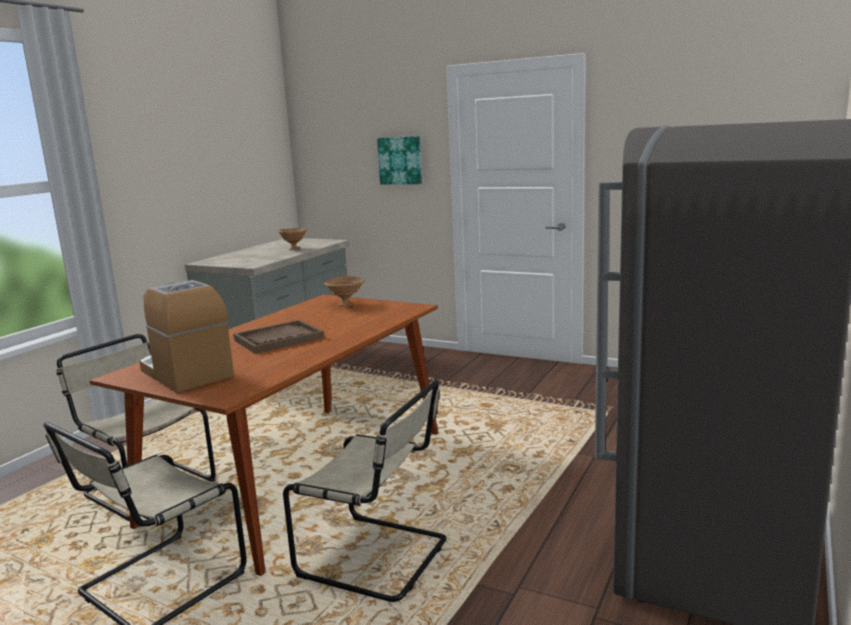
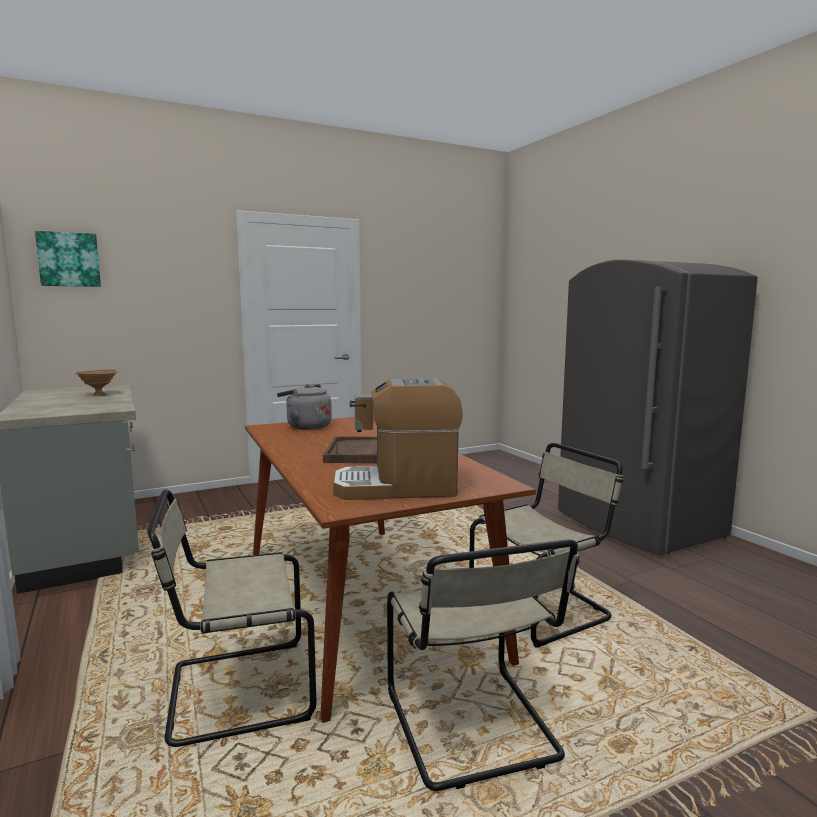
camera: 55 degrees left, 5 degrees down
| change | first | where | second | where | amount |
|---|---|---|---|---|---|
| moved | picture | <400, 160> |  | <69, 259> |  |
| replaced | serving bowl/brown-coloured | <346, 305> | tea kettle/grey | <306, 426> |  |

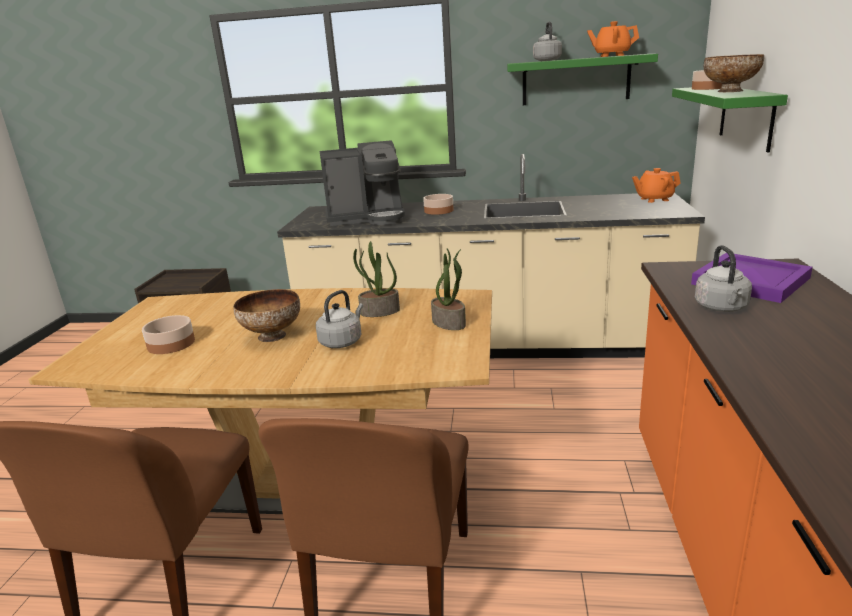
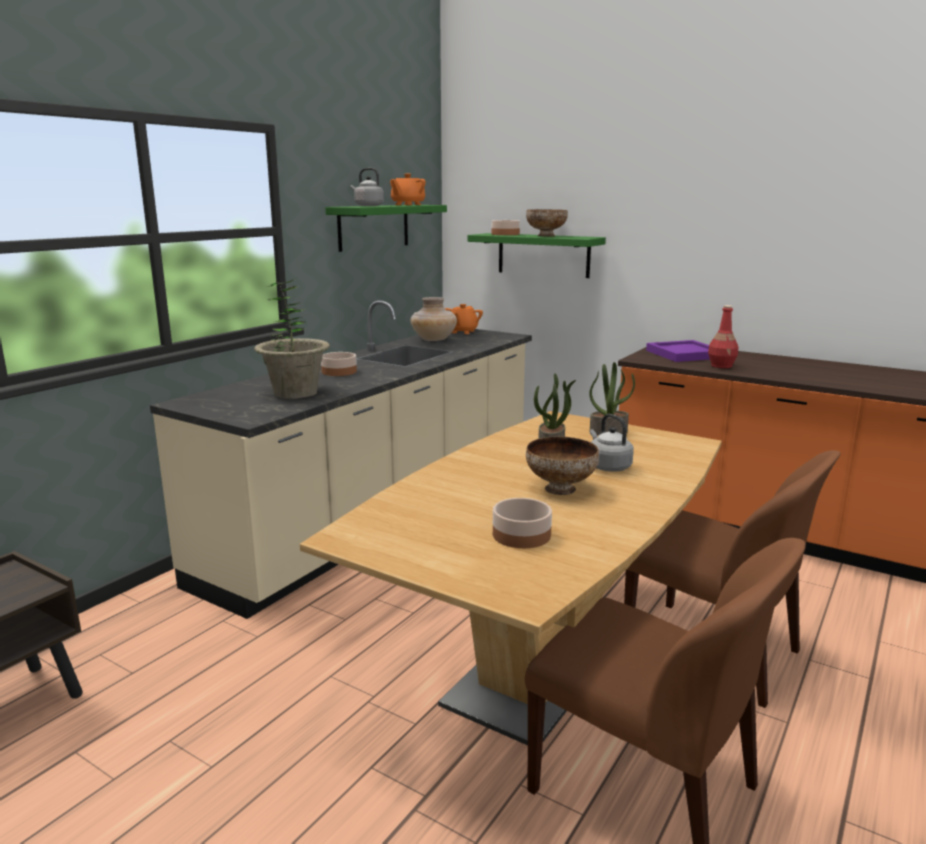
camera: 65 degrees left, 5 degrees down
| change | first | where | second | where | amount |
|---|---|---|---|---|---|
| replaced | coffee maker | <367, 218> | potted plant | <295, 393> |  |
| added |  |  | decorative vase/sand-coloured | <434, 340> |  |
| replaced | tea kettle/grey | <722, 308> | bottle/red-coloured | <721, 366> |  |

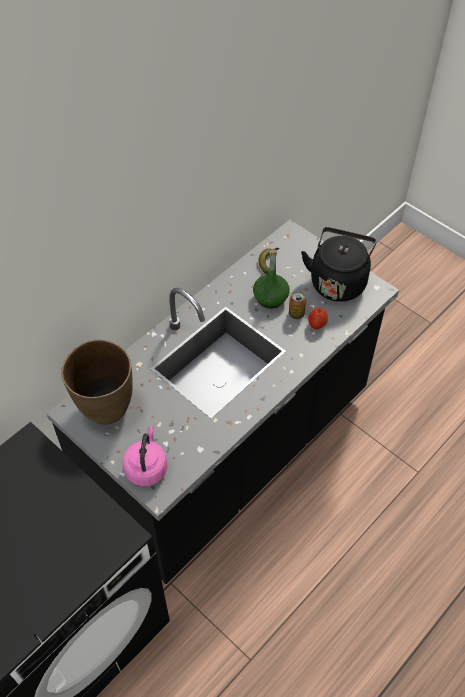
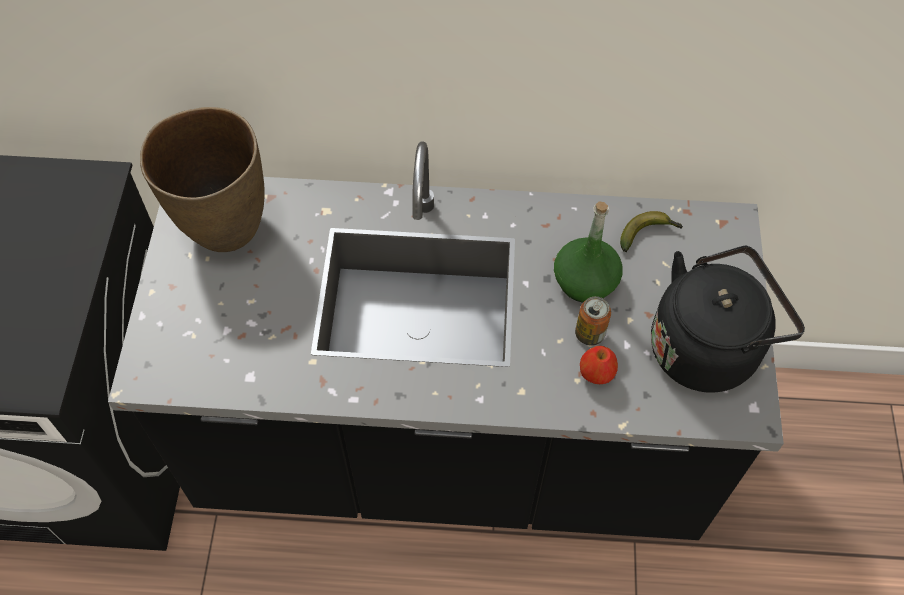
camera: 50 degrees right, 5 degrees up
| change | first | where | second | where | amount |
|---|---|---|---|---|---|
| removed | tea kettle/pink-coloured | <146, 467> |  |  |  |

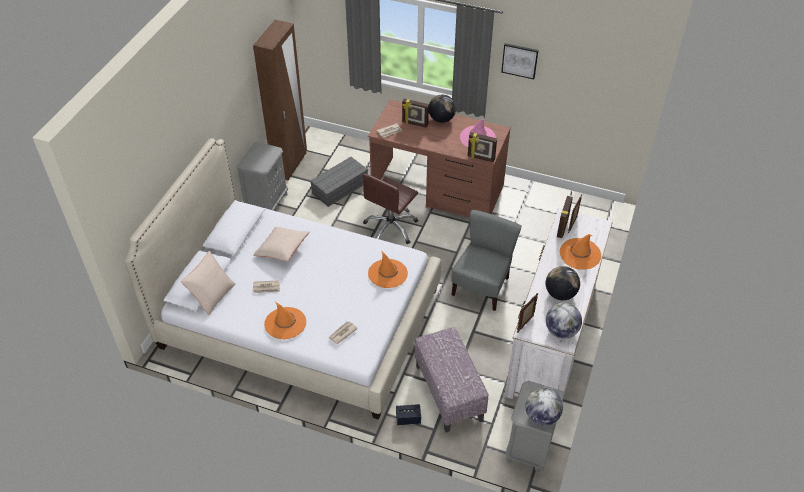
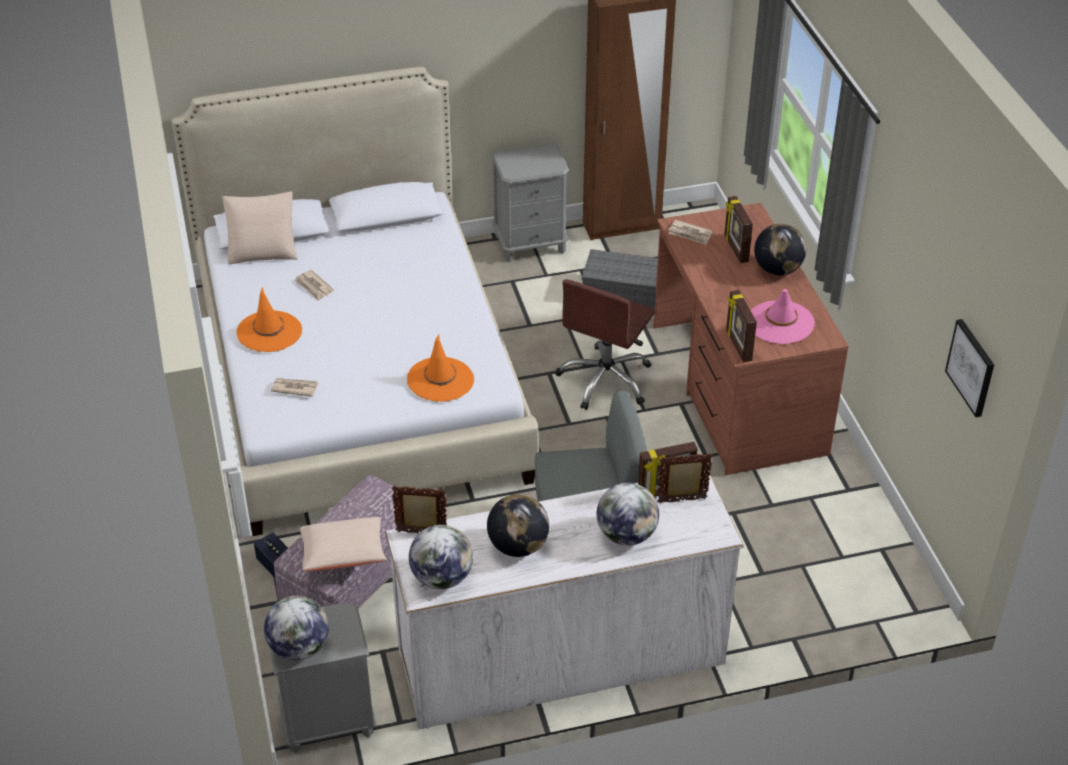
camera: 55 degrees right, 5 degrees down
| change | first | where | second | where | amount |
|---|---|---|---|---|---|
| moved | throw pillow/sand-coloured | <282, 249> |  | <343, 554> |  |
| turned | desk chair/brown-coloured | <391, 228> |  | <606, 380> | 60 degrees counterclockwise |
| replaced | clothing hat/orangey | <580, 254> | globe | <626, 535> |  |
| moved | picture | <520, 60> |  | <971, 367> |  |

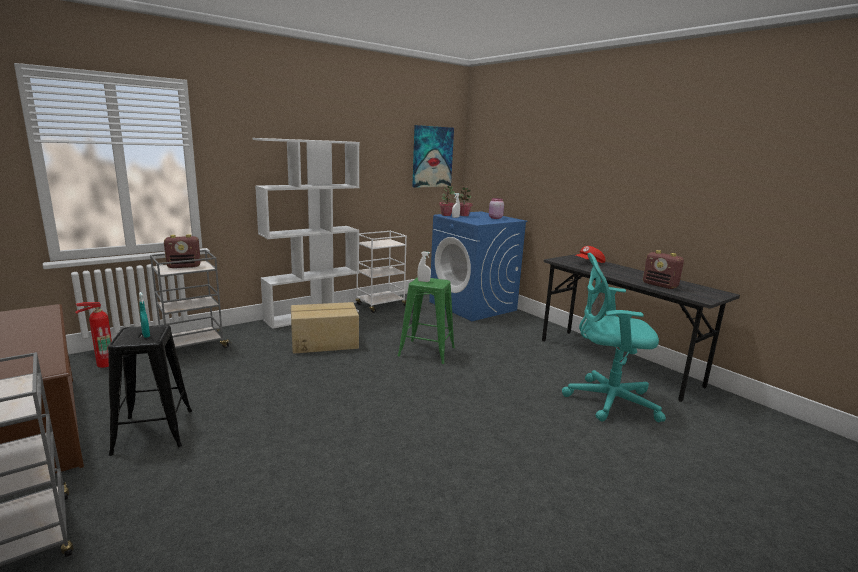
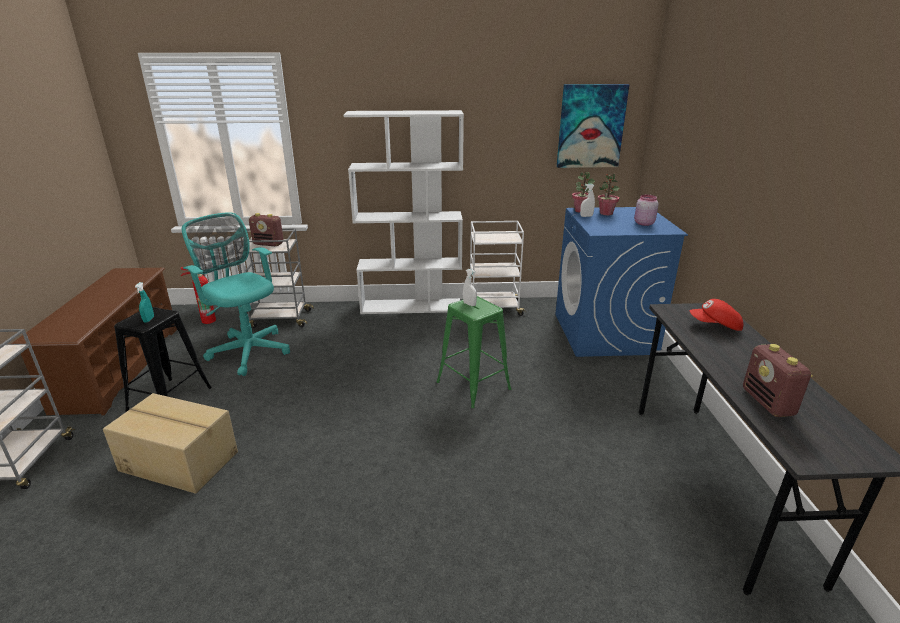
camera: 35 degrees right, 10 degrees up
| change | first | where | second | where | amount |
|---|---|---|---|---|---|
| moved | carton | <324, 342> |  | <180, 460> |  |
| moved | desk chair/turquoise-coloured | <606, 400> |  | <248, 350> |  |

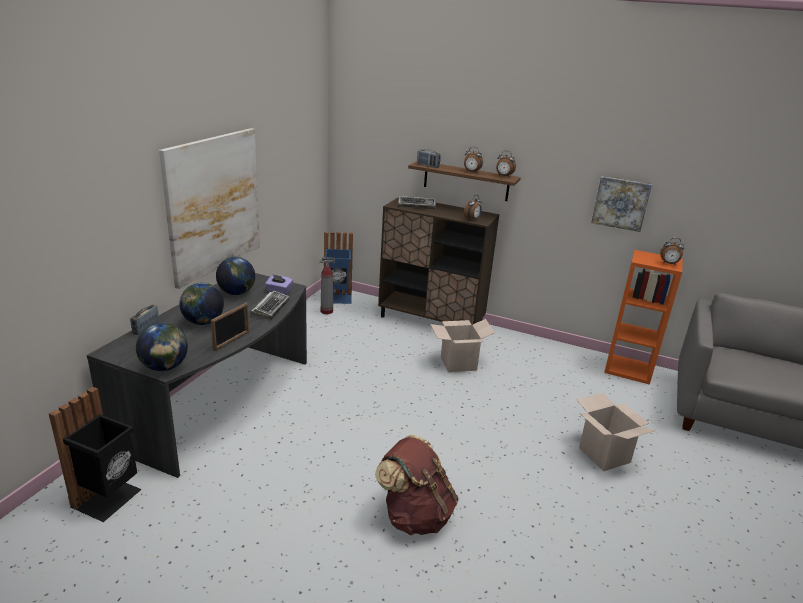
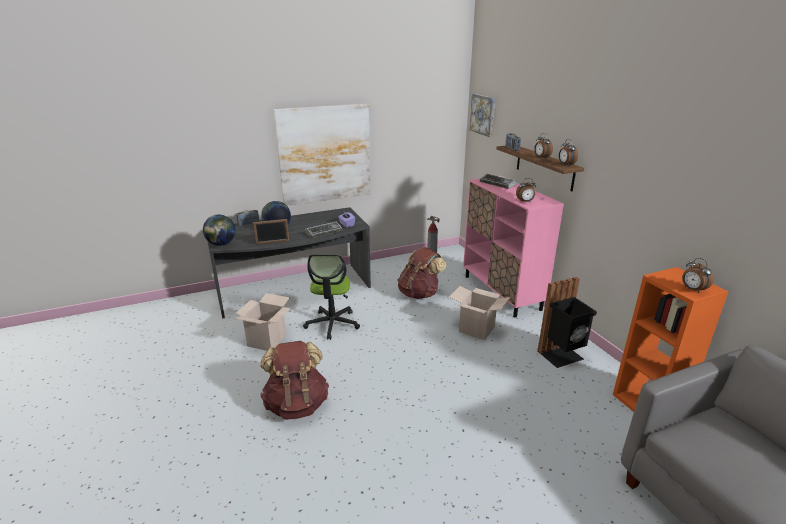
camera: 45 degrees right, 0 degrees up
| change | first | where | second | where | amount |
|---|---|---|---|---|---|
| moved | carton | <604, 455> |  | <267, 341> |  |
| added |  |  | desk chair | <332, 324> |  |
| added |  |  | rucksack/brown-coloured | <419, 293> |  |
| recoloured | cupboard/brown-coloured | <431, 321> | cupboard/pink-coloured | <501, 292> |  |
| moved | picture | <621, 203> |  | <483, 115> |  |
| moved | trash can/black-coloured | <109, 499> |  | <562, 356> |  |
| removed | globe | <237, 293> |  |  |  |
| removed | trash can/blue | <337, 298> |  |  |  |

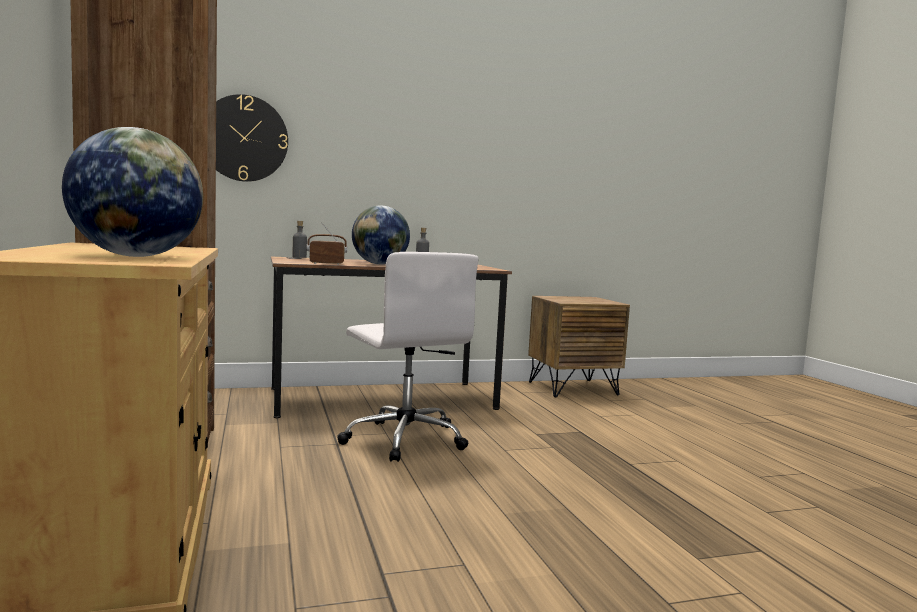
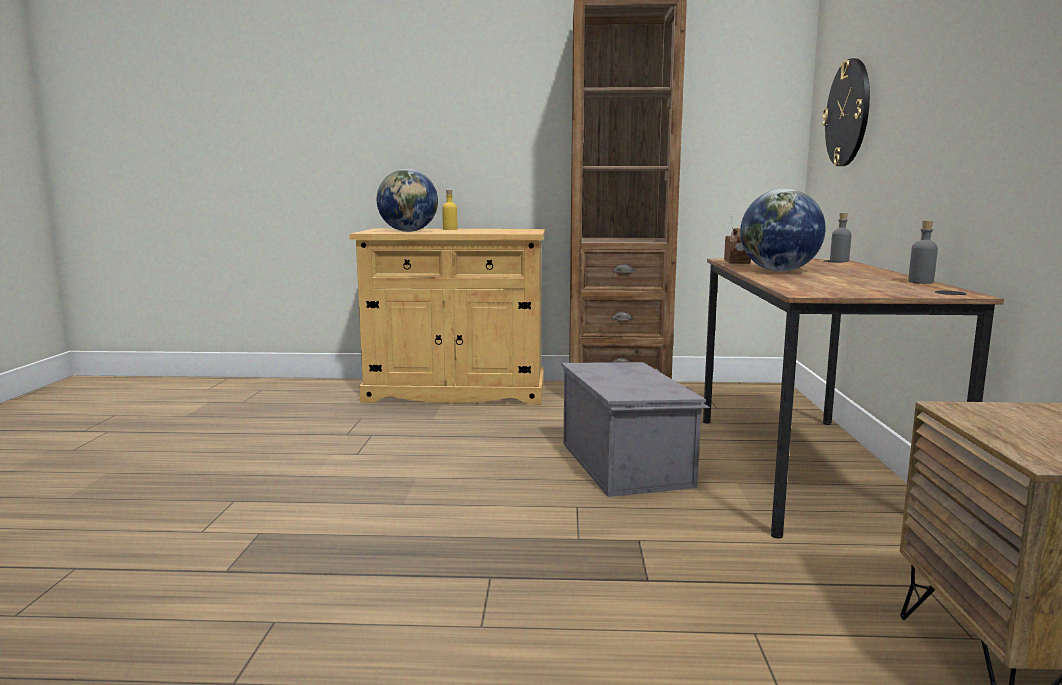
camera: 110 degrees right, 5 degrees up
| change | first | where | second | where | amount |
|---|---|---|---|---|---|
| added |  |  | bottle/yellow | <450, 229> |  |
| replaced | desk chair/whitish | <404, 439> | storage container/grey | <627, 463> |  |

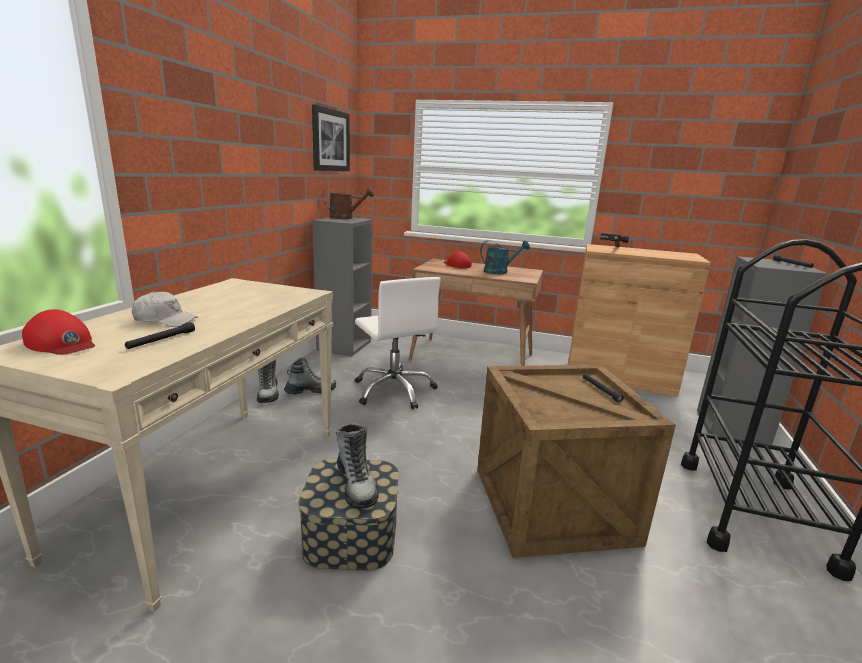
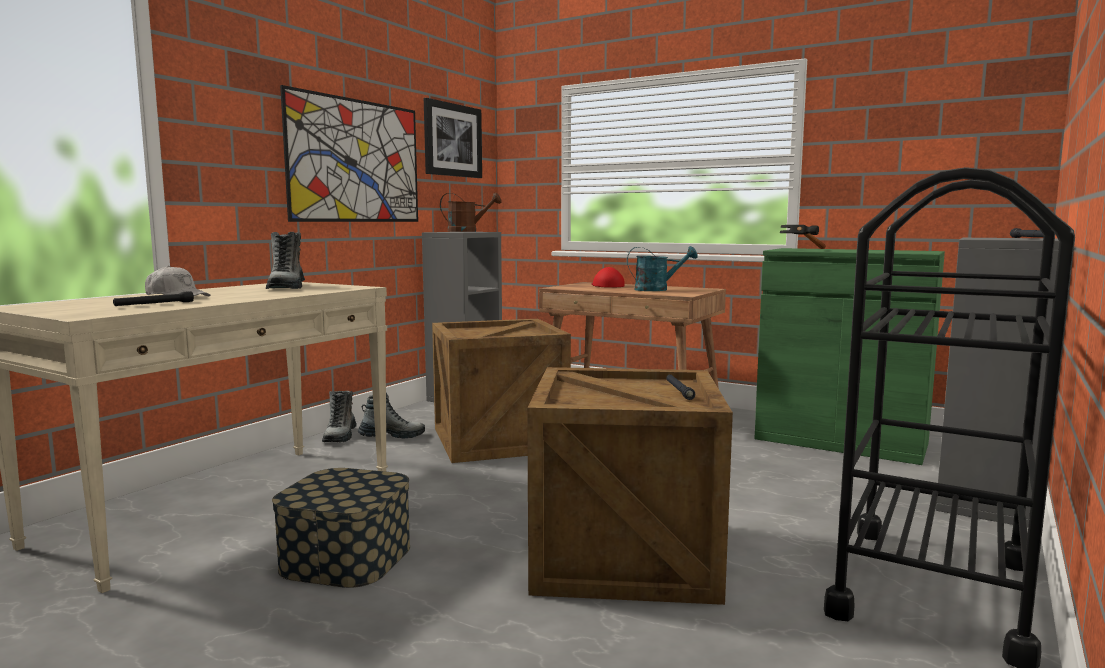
camera: 15 degrees right, 10 degrees down
| change | first | where | second | where | amount |
|---|---|---|---|---|---|
| moved | high-top boot | <356, 485> |  | <287, 287> |  |
| added |  |  | picture | <356, 161> |  |
| replaced | desk chair/whitish | <394, 390> | shipping crate | <497, 440> |  |
| recoloured | cupboard/brown-coloured | <619, 377> | cupboard/green | <840, 441> |  |
| removed | baseball cap/red-coloured | <61, 343> |  |  |  |

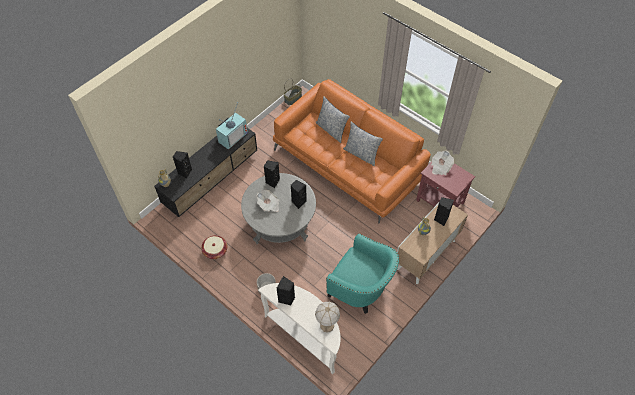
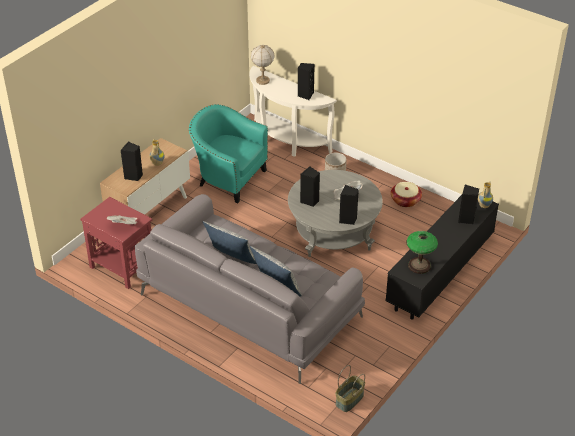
camera: 175 degrees right, 15 degrees down
| change | first | where | second | where | amount |
|---|---|---|---|---|---|
| recoloured | sofa/orangey | <348, 164> | sofa/grey | <248, 305> |  |
| replaced | TV set | <232, 136> | table lamp | <419, 266> |  |

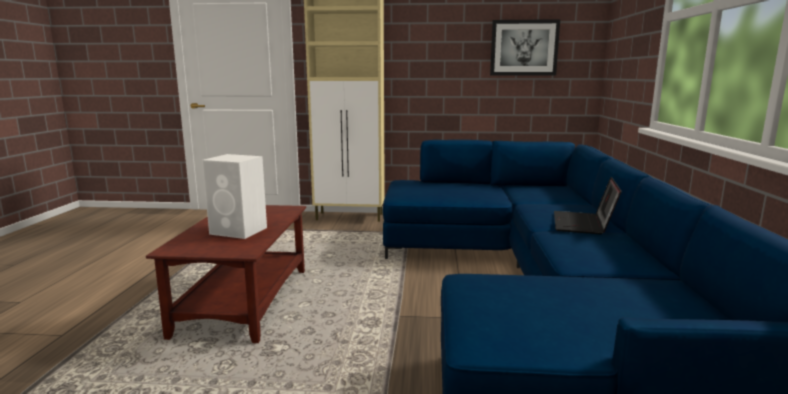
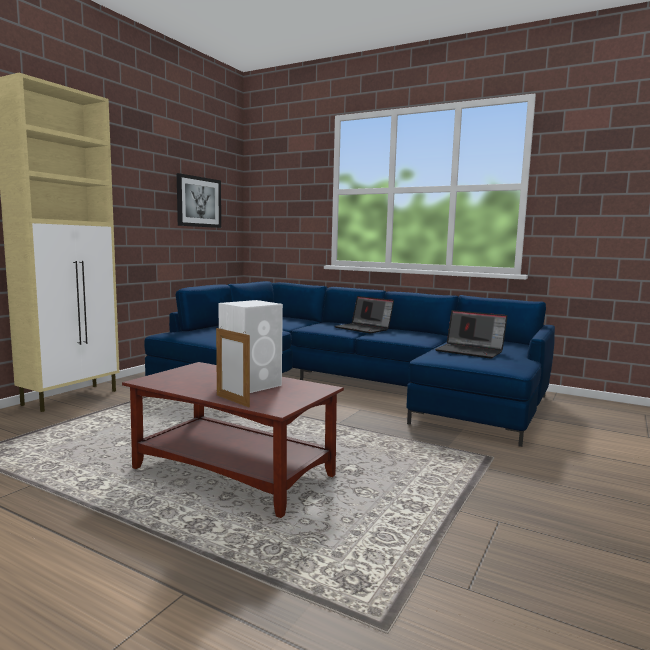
camera: 65 degrees left, 5 degrees down
| change | first | where | second | where | amount |
|---|---|---|---|---|---|
| added |  |  | picture frame | <232, 401> |  |
| added |  |  | laptop | <471, 351> |  |

